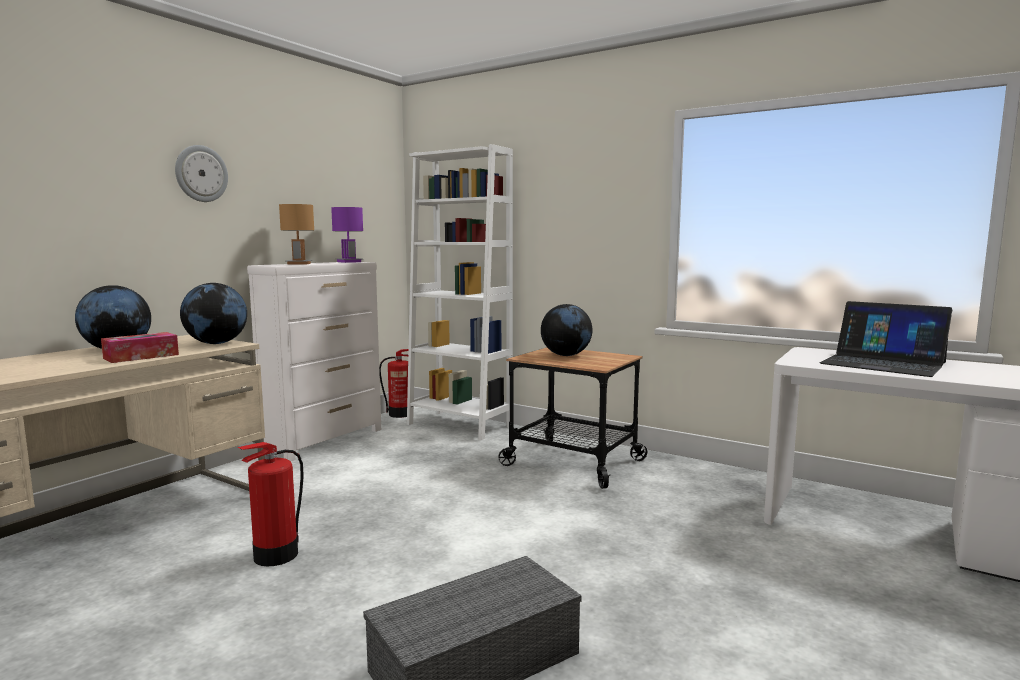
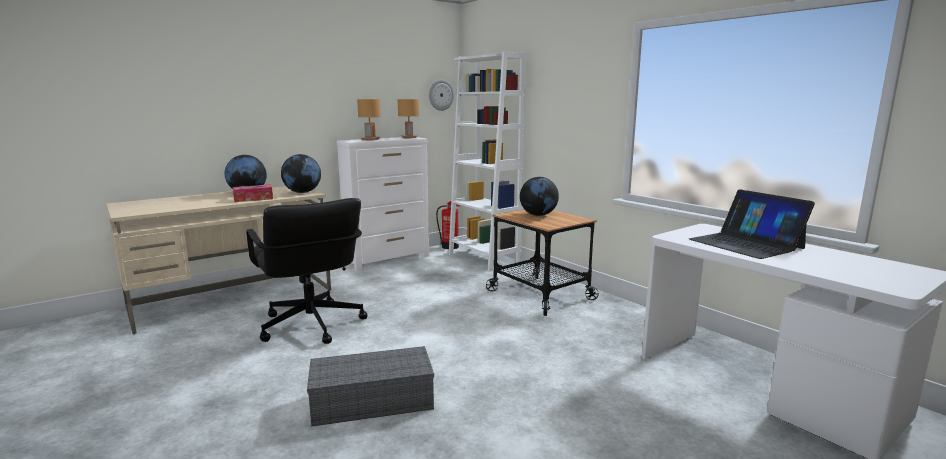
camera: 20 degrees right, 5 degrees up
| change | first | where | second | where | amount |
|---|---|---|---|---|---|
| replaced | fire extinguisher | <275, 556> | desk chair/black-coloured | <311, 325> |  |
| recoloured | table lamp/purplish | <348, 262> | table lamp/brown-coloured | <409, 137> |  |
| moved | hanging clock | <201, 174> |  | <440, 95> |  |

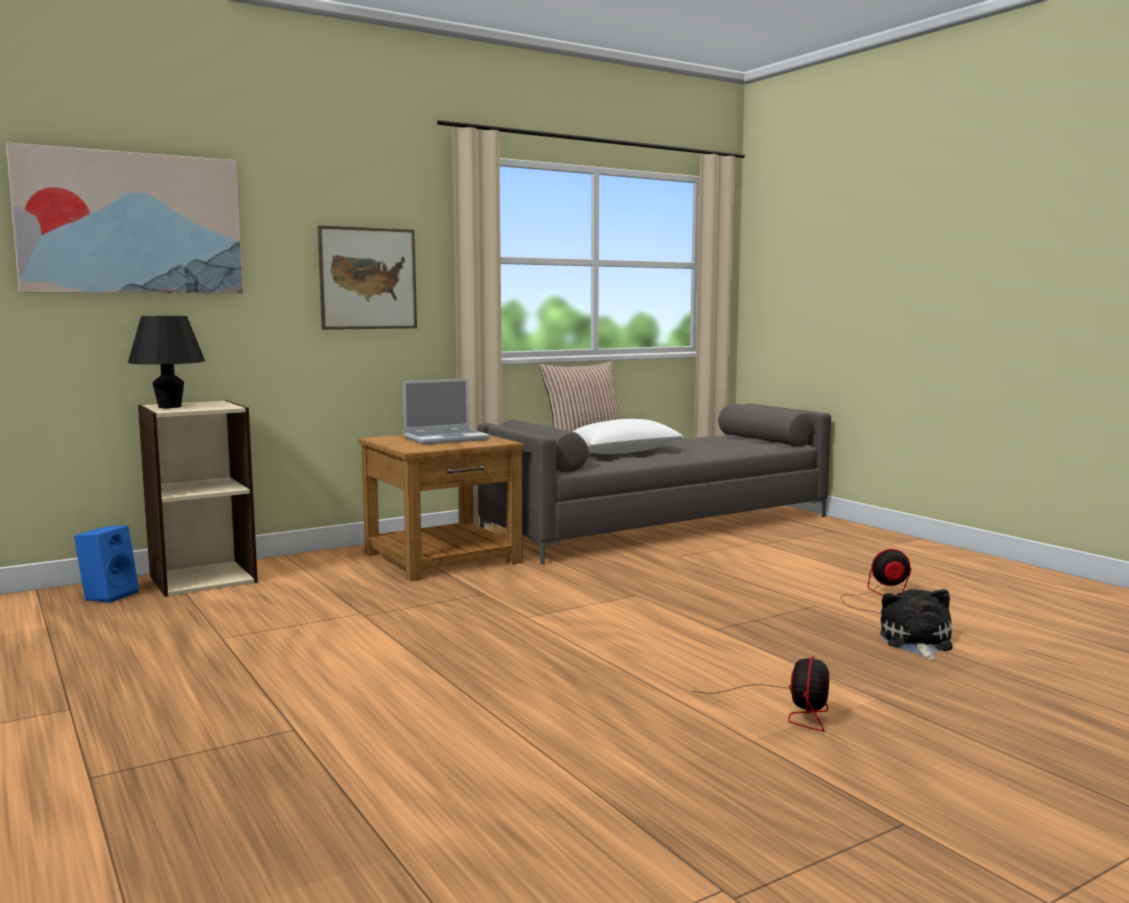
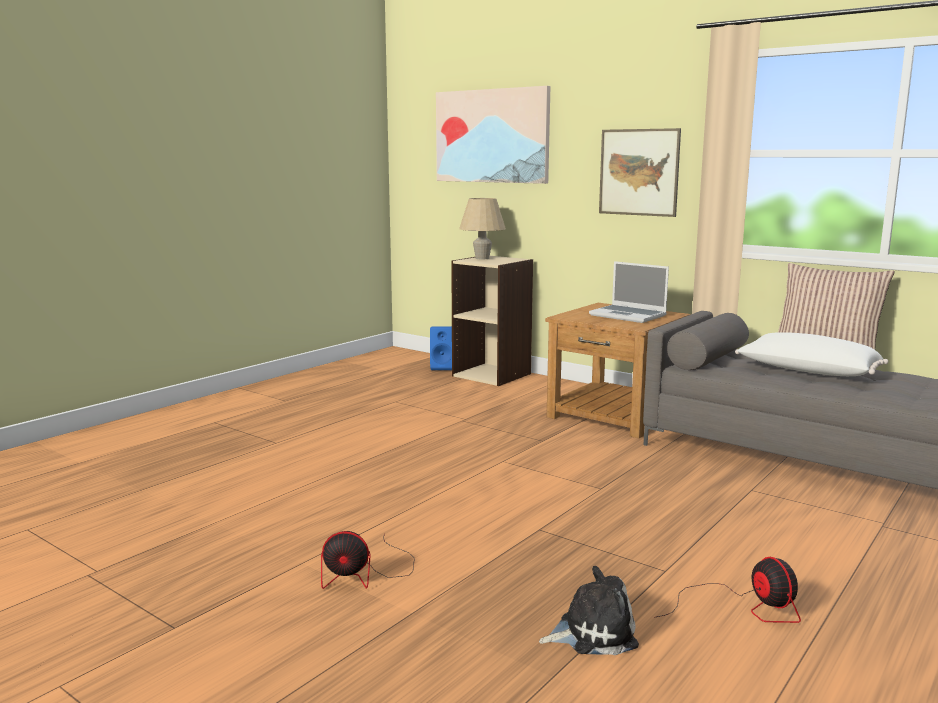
camera: 70 degrees right, 5 degrees up
| change | first | where | second | where | amount |
|---|---|---|---|---|---|
| recoloured | table lamp/black-coloured | <170, 407> | table lamp/sand-coloured | <482, 258> |  |

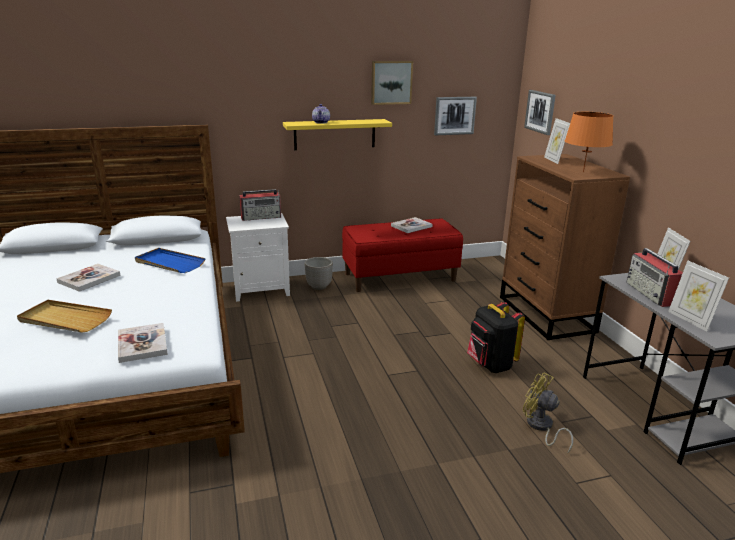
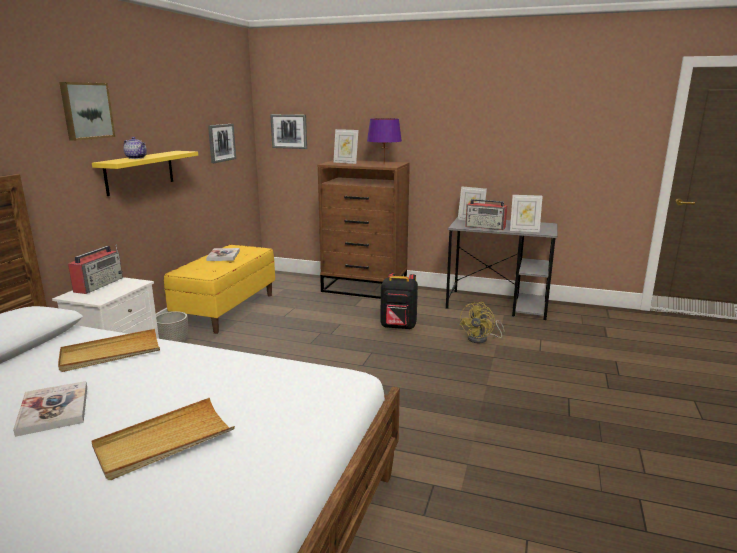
camera: 55 degrees left, 5 degrees down
| change | first | where | second | where | amount |
|---|---|---|---|---|---|
| recoloured | tray/blue | <169, 263> | tray/sand-coloured | <110, 353> |  |
| moved | picture | <391, 82> |  | <86, 111> |  |
| recoloured | bench/red-coloured | <400, 277> | bench/yellow | <226, 310> |  |
| recoloured | table lamp/orangey | <583, 172> | table lamp/purplish | <384, 164> |  |
| turned | electric fan/yellow | <541, 427> |  | <481, 339> | 45 degrees counterclockwise |
| removed | bound book | <142, 344> |  |  |  |

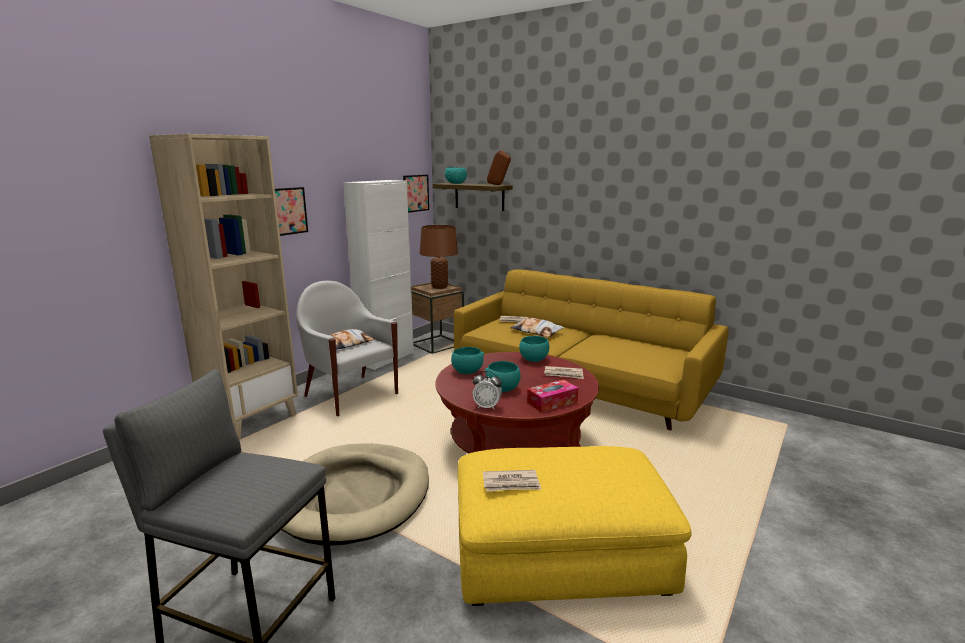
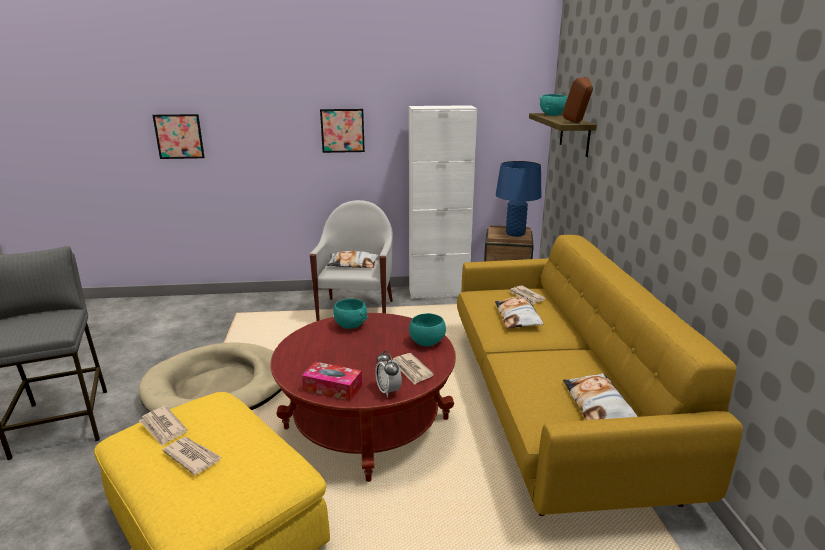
camera: 50 degrees right, 5 degrees up
| change | first | where | second | where | amount |
|---|---|---|---|---|---|
| moved | picture | <416, 193> |  | <179, 136> |  |
| added |  |  | daily paper | <192, 456> |  |
| moved | table clock | <487, 407> |  | <388, 391> |  |
| recoloured | table lamp/brown-coloured | <439, 287> | table lamp/blue | <515, 234> |  |
| added |  |  | throw pillow | <598, 405> |  |
| removed | bookshelf/sand-coloured | <251, 420> |  |  |  |
| removed | serving bowl/turquoise-coloured | <503, 389> |  |  |  |

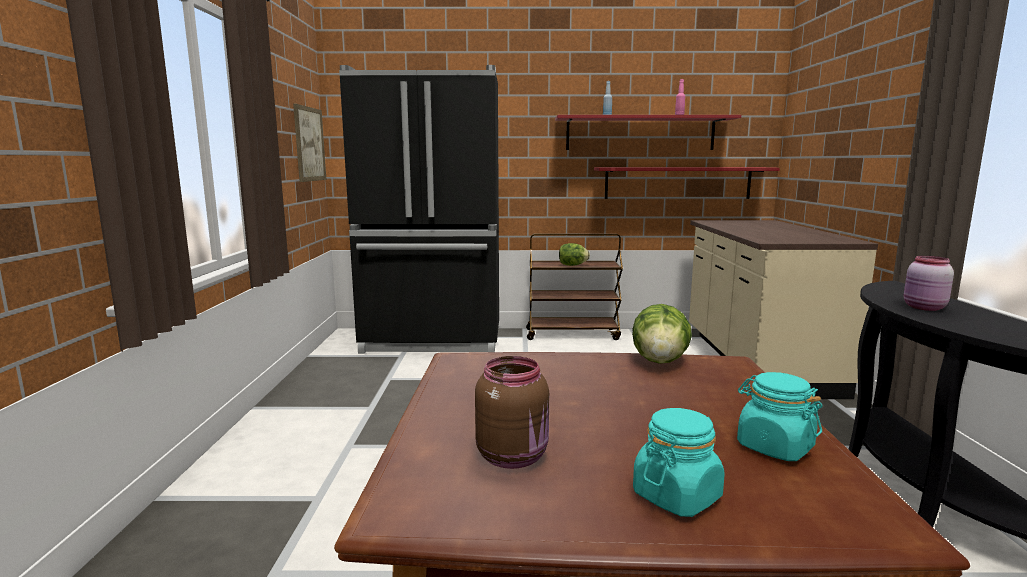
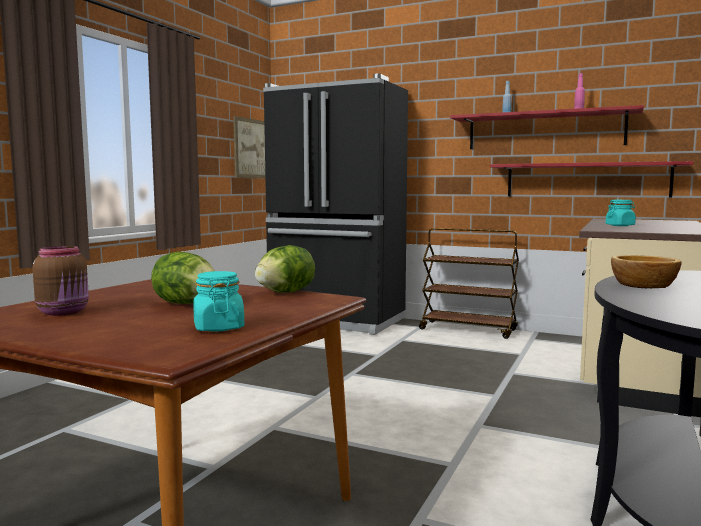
camera: 25 degrees right, 5 degrees down
| change | first | where | second | where | amount |
|---|---|---|---|---|---|
| moved | lettuce | <572, 265> |  | <186, 303> |  |
| moved | preserve jar/turquoise-coloured | <677, 496> |  | <620, 225> |  |
| replaced | preserve jar/pink-coloured | <924, 308> | serving bowl | <643, 285> |  |

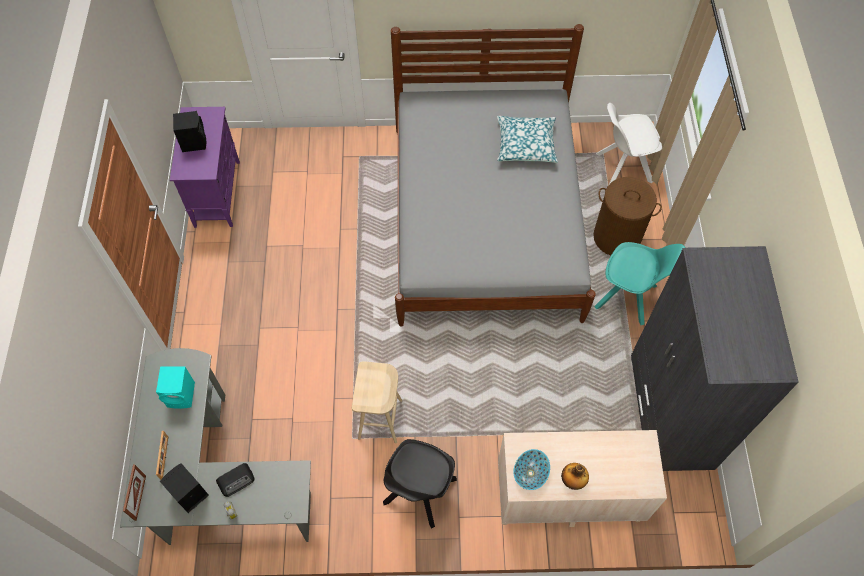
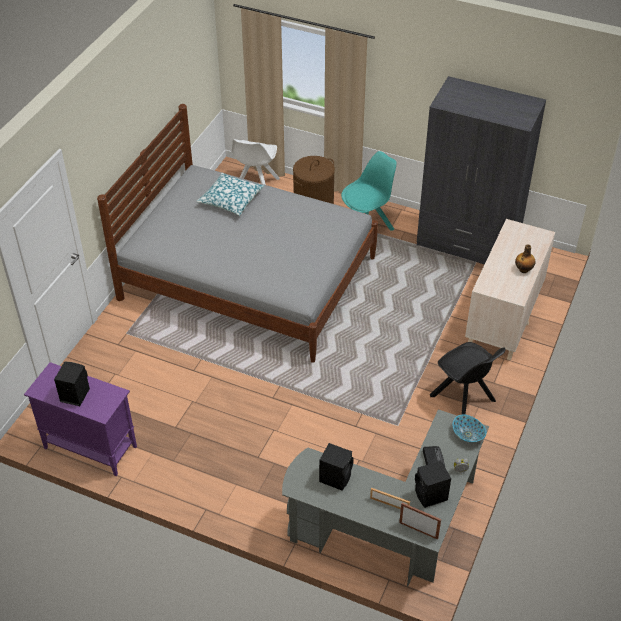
camera: 65 degrees left, 15 degrees down
| change | first | where | second | where | amount |
|---|---|---|---|---|---|
| recoloured | speaker/turquoise-coloured | <182, 395> | speaker/black-coloured | <336, 477> |  |
| moved | serving bowl | <530, 473> |  | <468, 435> |  |
| removed | sitting stool/sand-coloured | <380, 420> |  |  |  |

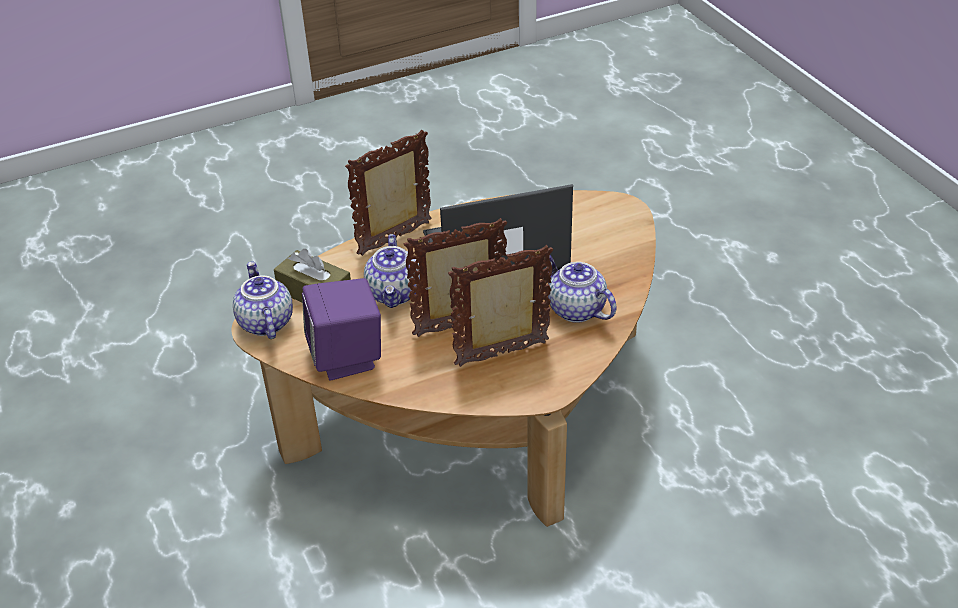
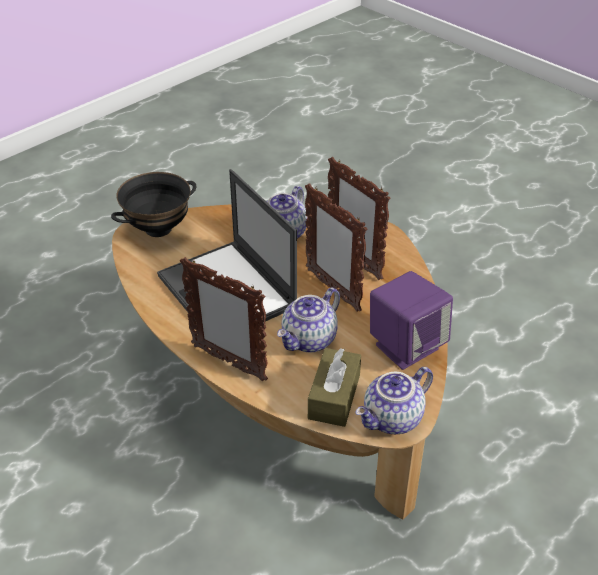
camera: 110 degrees left, 0 degrees up
| change | first | where | second | where | amount |
|---|---|---|---|---|---|
| added |  |  | serving bowl/black-coloured | <158, 228> |  |
| turned | pot for tea | <395, 293> |  | <309, 340> | 150 degrees clockwise |

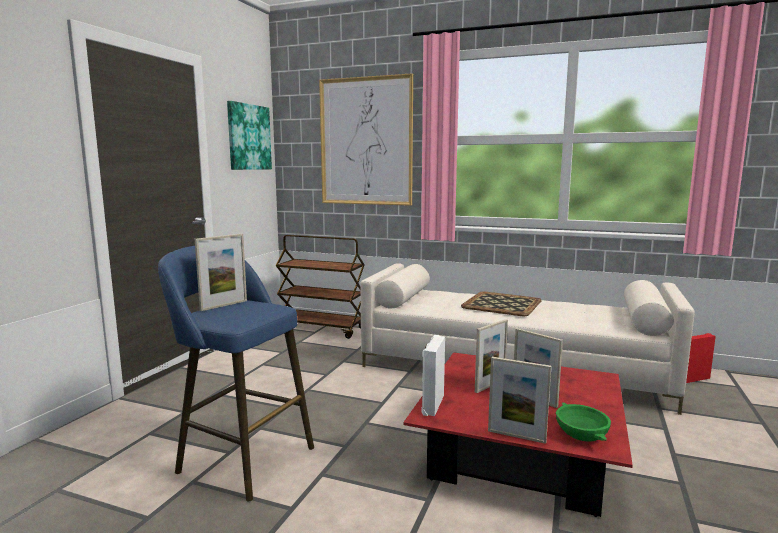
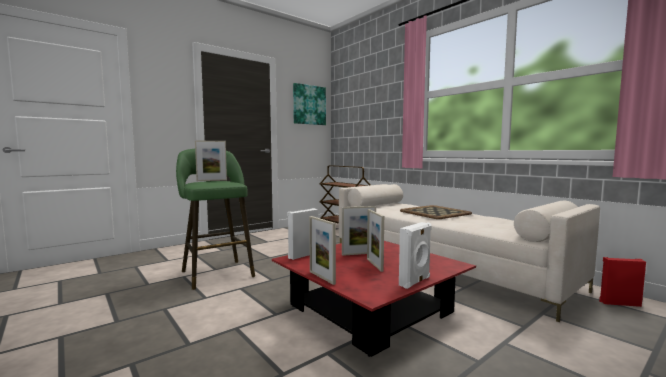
camera: 30 degrees right, 5 degrees down
| change | first | where | second | where | amount |
|---|---|---|---|---|---|
| recoloured | sitting stool/blue | <241, 458> | sitting stool/green | <216, 272> |  |
| added |  |  | speaker/whitish | <415, 282> |  |
| removed | picture | <366, 142> |  |  |  |
| removed | serving bowl/green | <582, 434> |  |  |  |

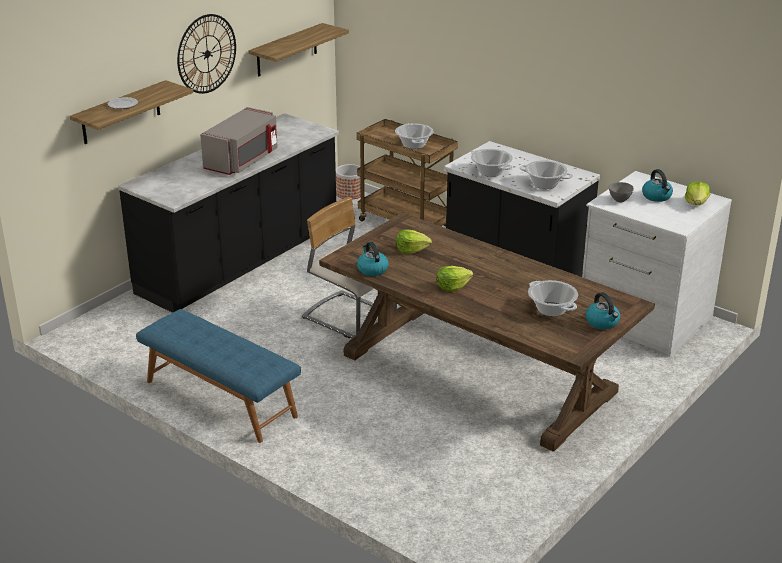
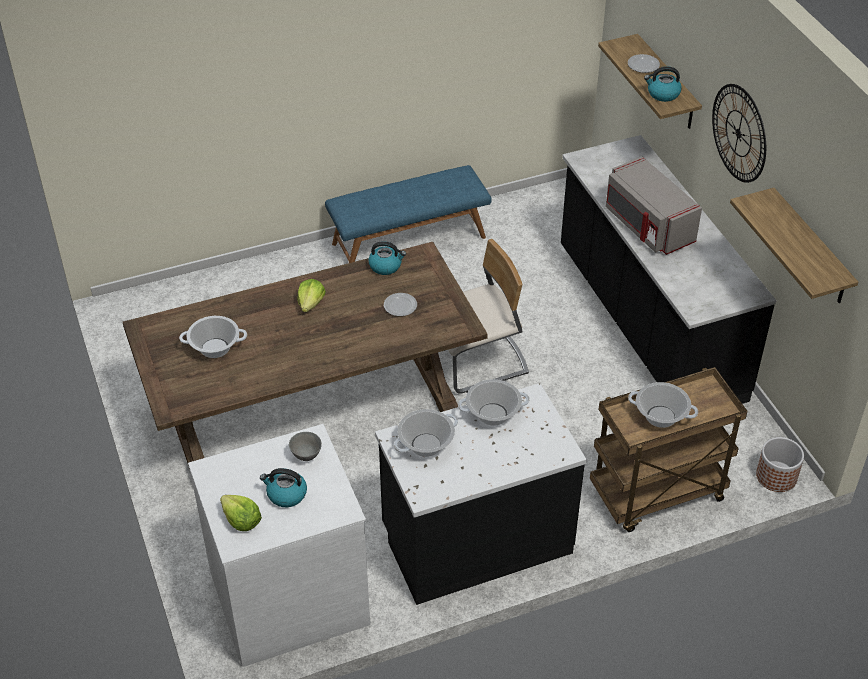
camera: 120 degrees right, 15 degrees up
| change | first | where | second | where | amount |
|---|---|---|---|---|---|
| replaced | lettuce | <411, 250> | dinner plate | <400, 306> |  |
| moved | tea kettle | <602, 322> |  | <662, 94> |  |

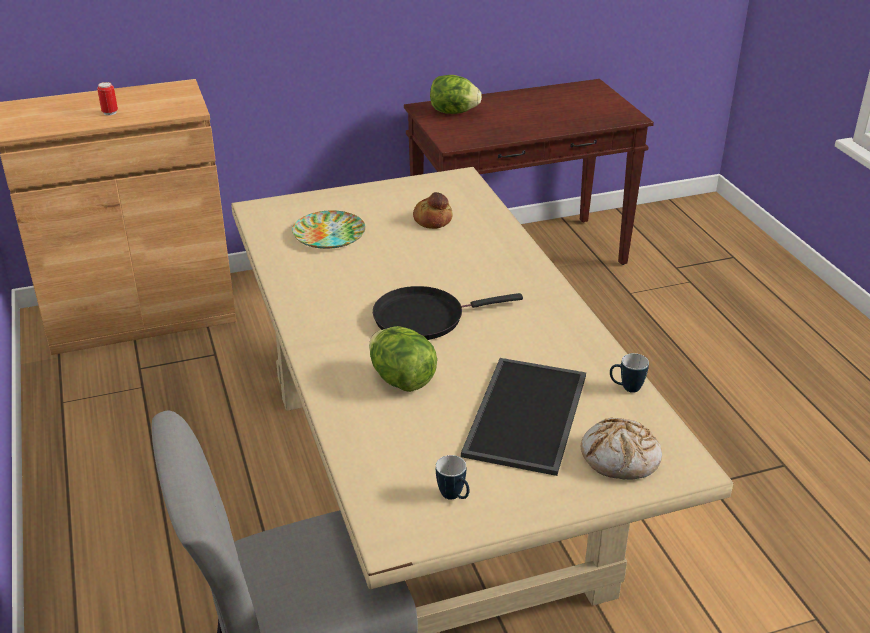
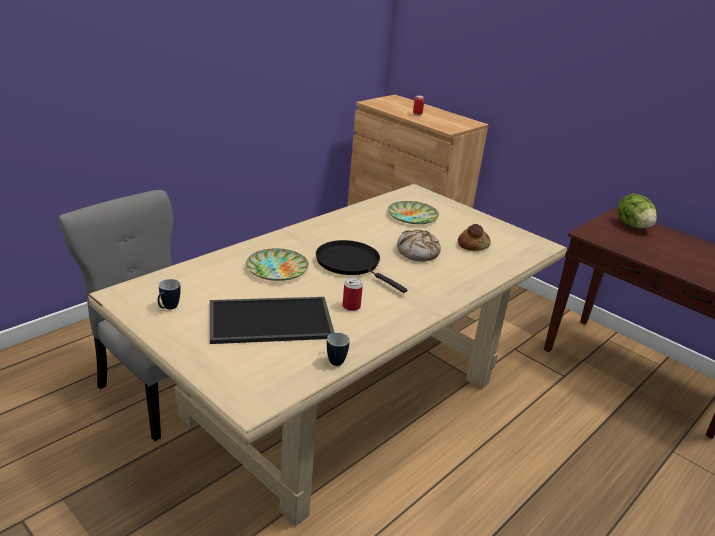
camera: 60 degrees right, 5 degrees down
| change | first | where | second | where | amount |
|---|---|---|---|---|---|
| replaced | lettuce | <401, 380> | dinner plate | <276, 269> |  |
| added |  |  | sealed can | <351, 306> |  |
| moved | bakery bread | <620, 458> |  | <418, 252> |  |

